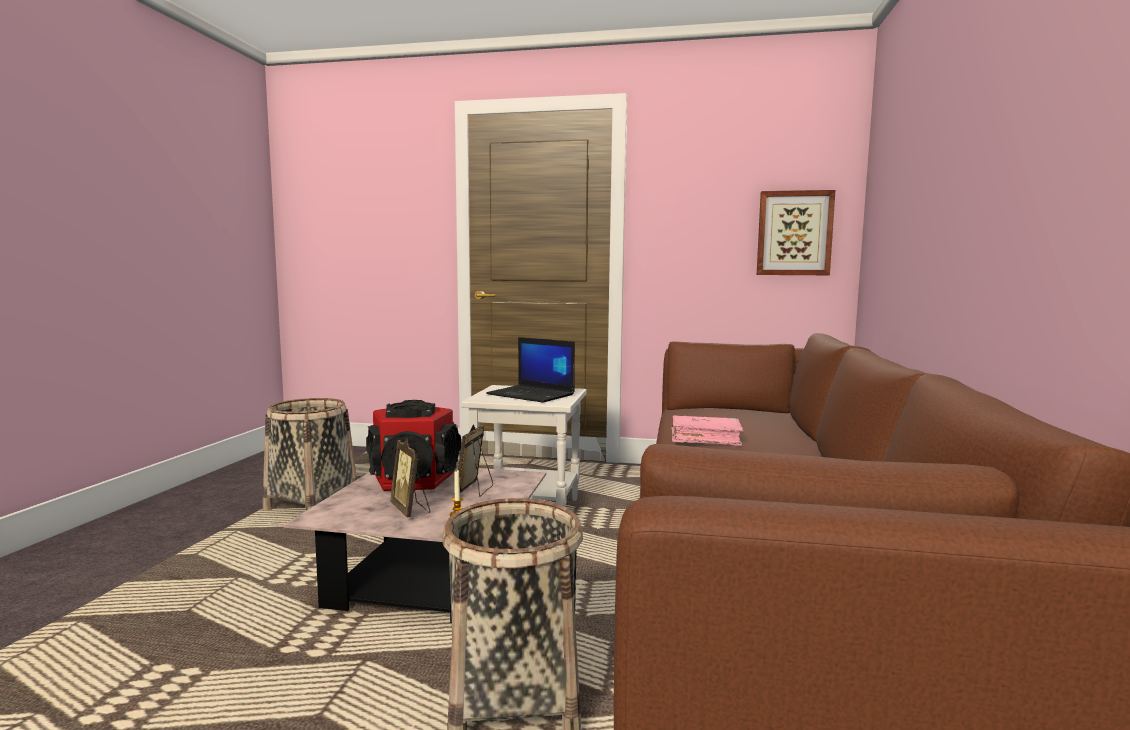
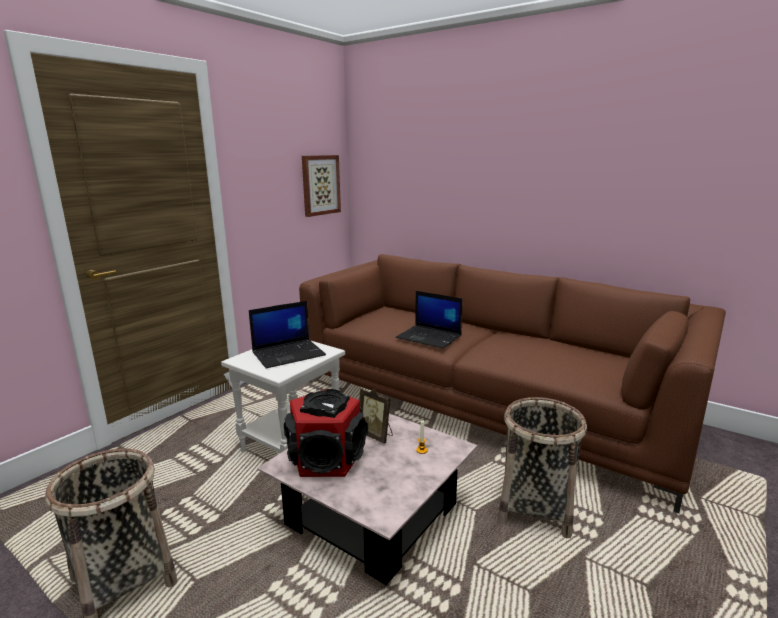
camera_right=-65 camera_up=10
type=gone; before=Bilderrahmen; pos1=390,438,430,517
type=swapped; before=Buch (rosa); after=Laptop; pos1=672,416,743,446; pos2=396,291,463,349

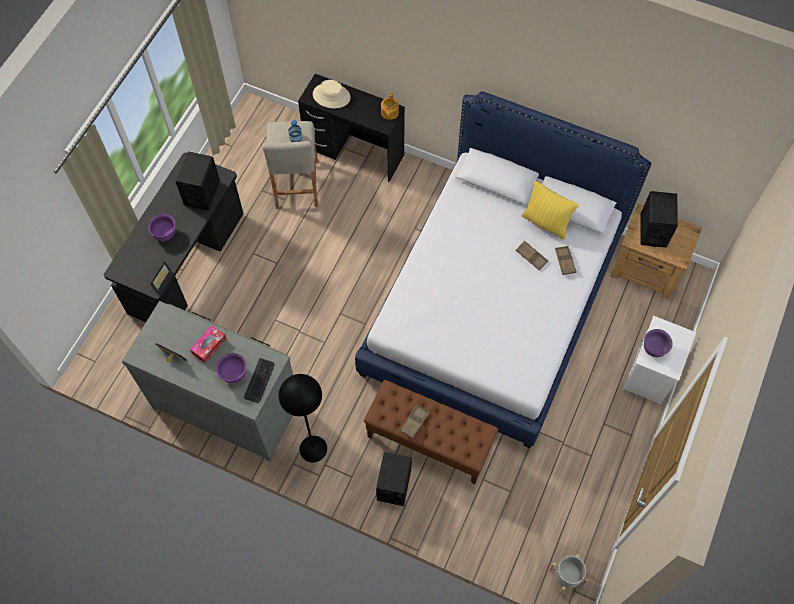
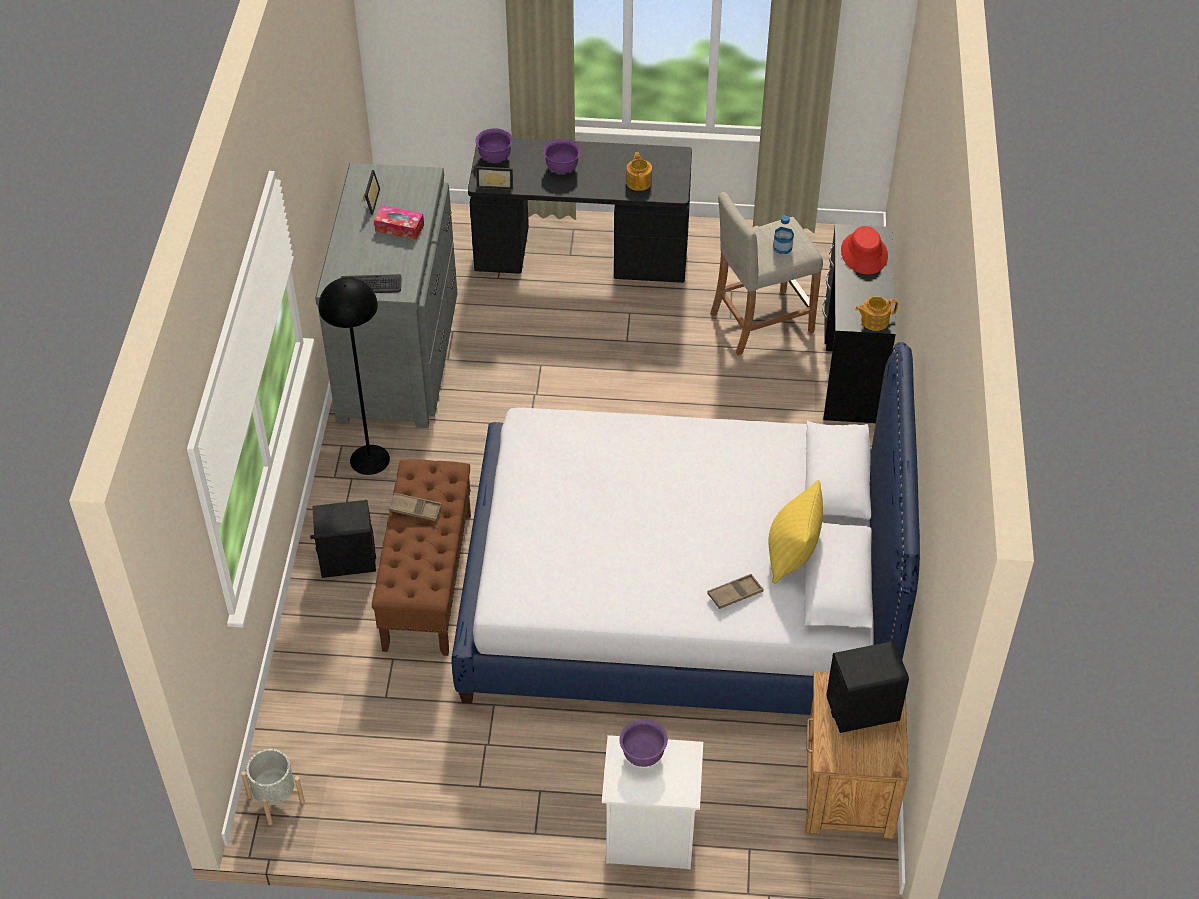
camera_right=70 camera_up=-15
type=swapped; before=Lautsprecher (schwarz); after=Teekanne; pos1=176,152,220,210; pos2=626,152,652,191
type=shifted; before=Schüssel (lila); pos1=216,353,247,383; pos2=475,128,513,163
type=repainted; before=Hut (beige); after=Hut (rot); pos1=313,80,351,109; pos2=841,226,888,274
type=gone; before=Tablett (braun); pos1=516,241,549,271

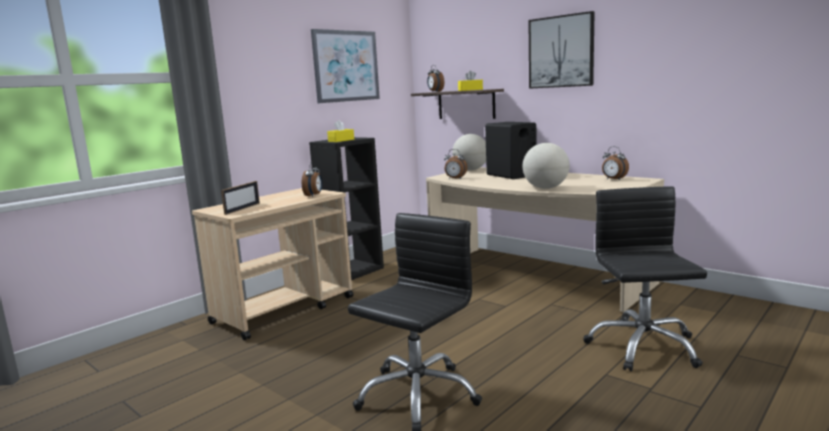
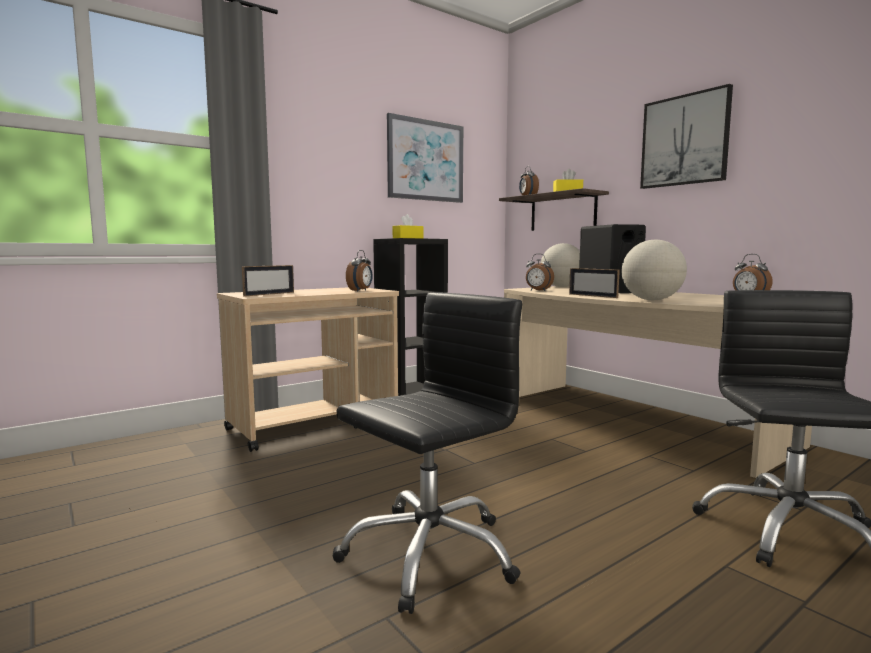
camera_right=10 camera_up=-5
type=new; after=Bilderrahmen; pos2=569,268,620,298

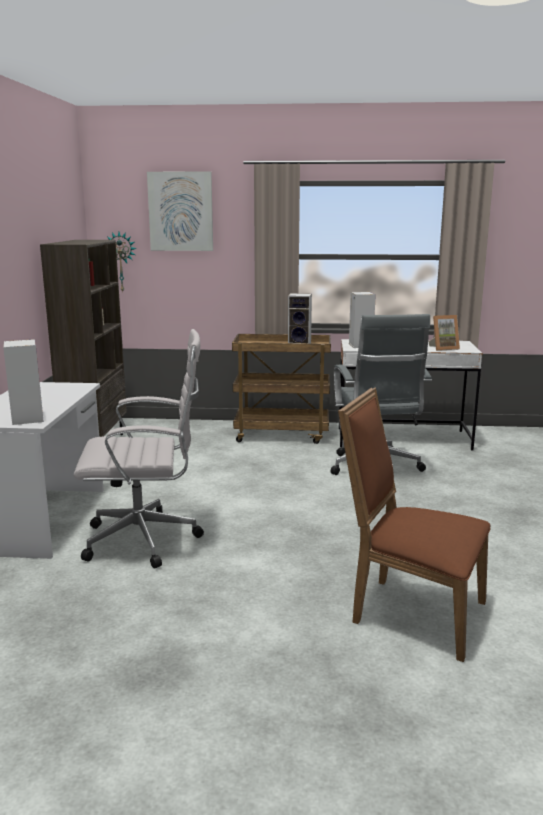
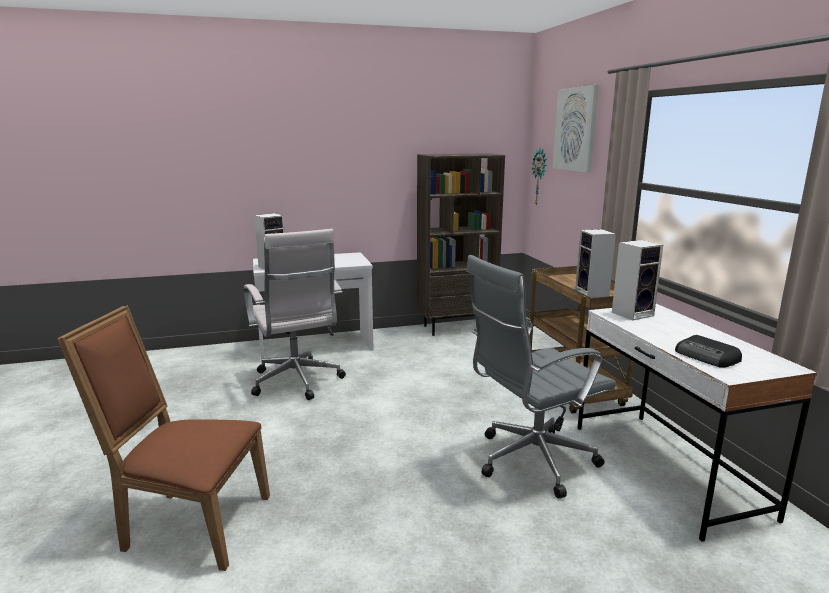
camera_right=70 camera_up=0
type=rotated; before=Stuhl (braun); pos1=338,387,490,662; pos2=57,305,270,571; turn=-90
type=swapped; before=Bilderrahmen; after=Radio; pos1=429,315,460,351; pos2=675,335,742,368

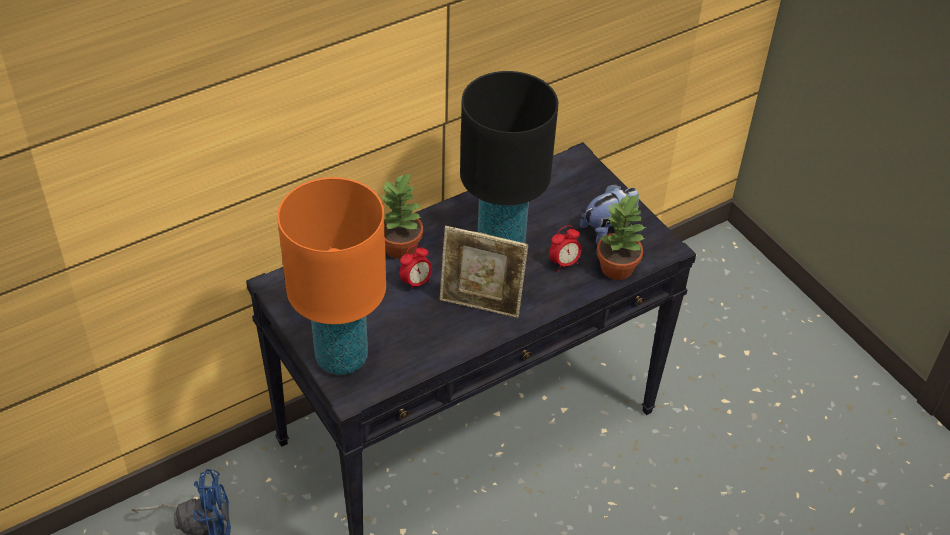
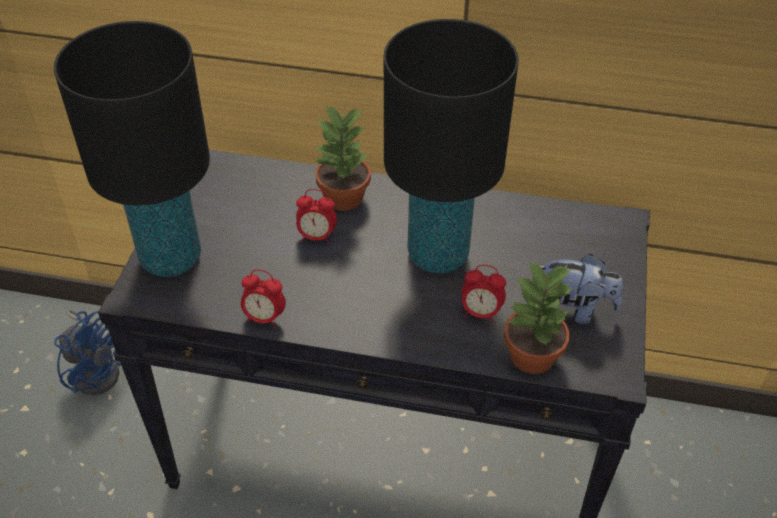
camera_right=45 camera_up=0
type=repainted; before=Tischlampe (orange); after=Tischlampe (schwarz); pos1=277,177,386,375; pos2=54,21,210,277
type=gone; before=Bilderrahmen; pos1=440,226,528,318
type=new; after=Wecker; pos2=241,269,286,329

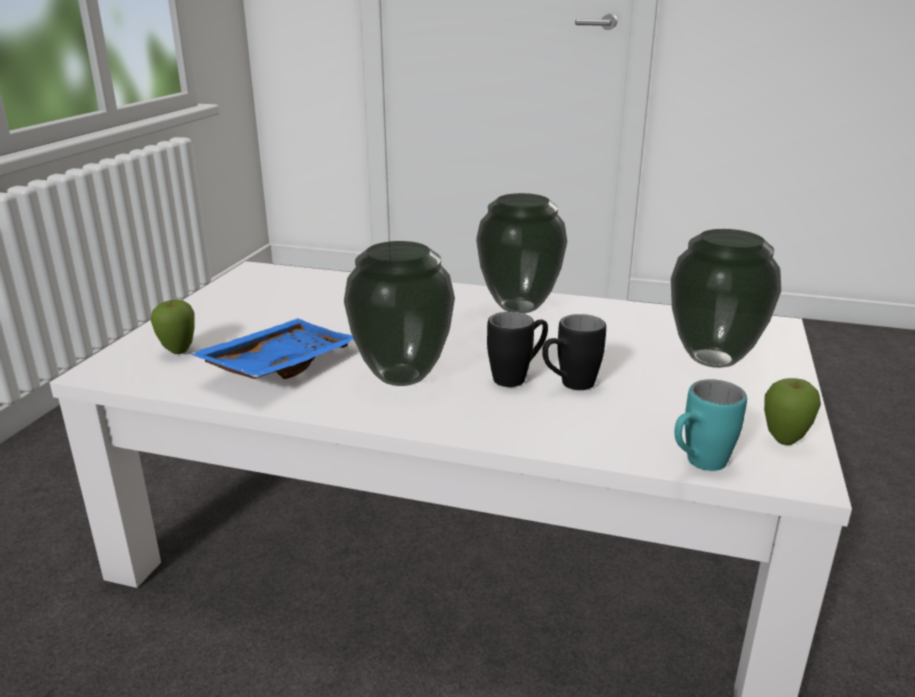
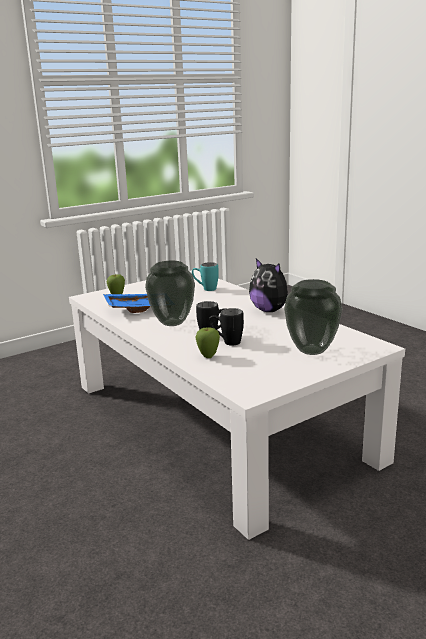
camera_right=40 camera_up=-5
type=swapped; before=Vase; after=Plüschtier; pos1=476,193,567,313; pos2=249,258,289,312
type=shifted; before=Henkelbecher (türkis); pos1=675,379,747,471; pos2=192,262,219,291
type=shifted; before=Apfel; pos1=764,378,821,445; pos2=195,327,220,358

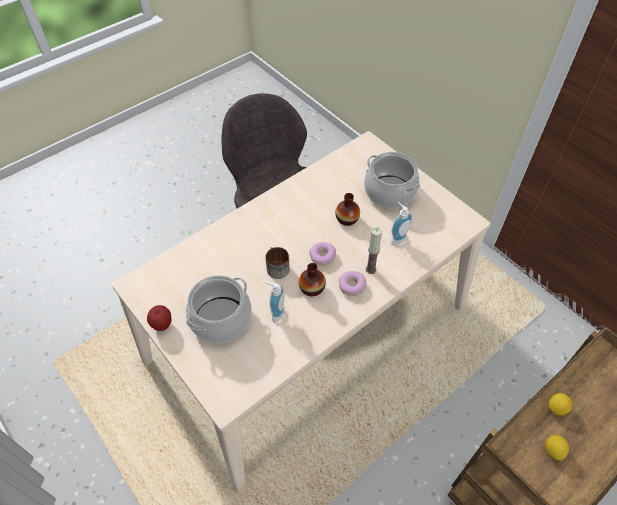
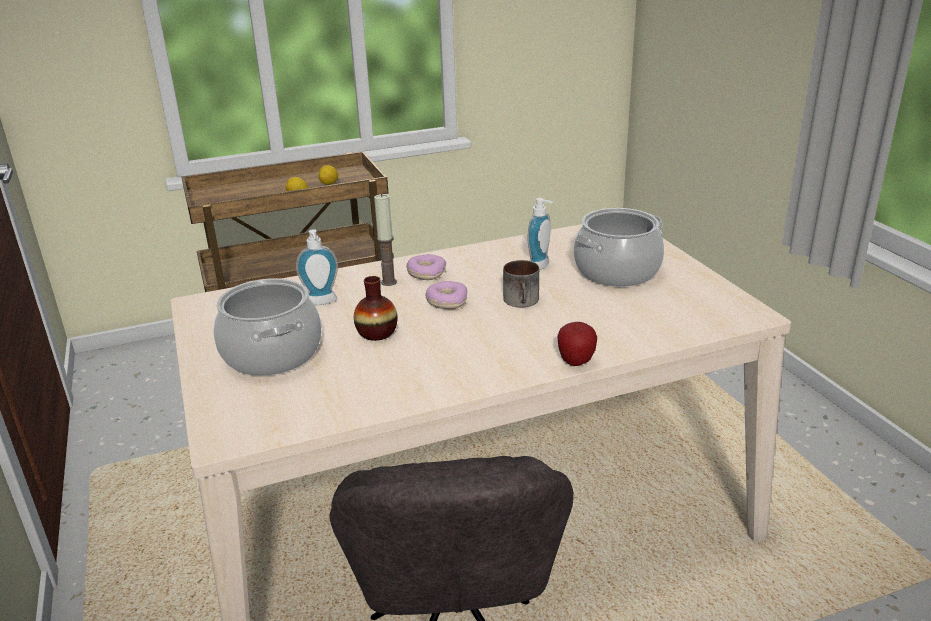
camera_right=-160 camera_up=-25
type=shifted; before=Apfel; pos1=147,305,172,331; pos2=557,322,597,366
type=gone; before=Vase; pos1=299,263,326,296

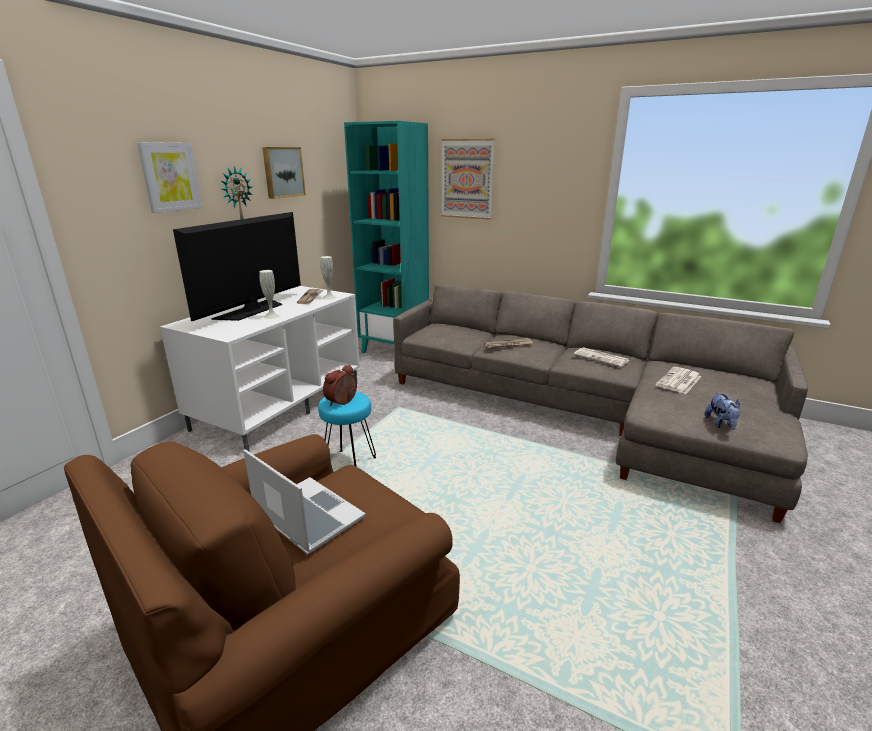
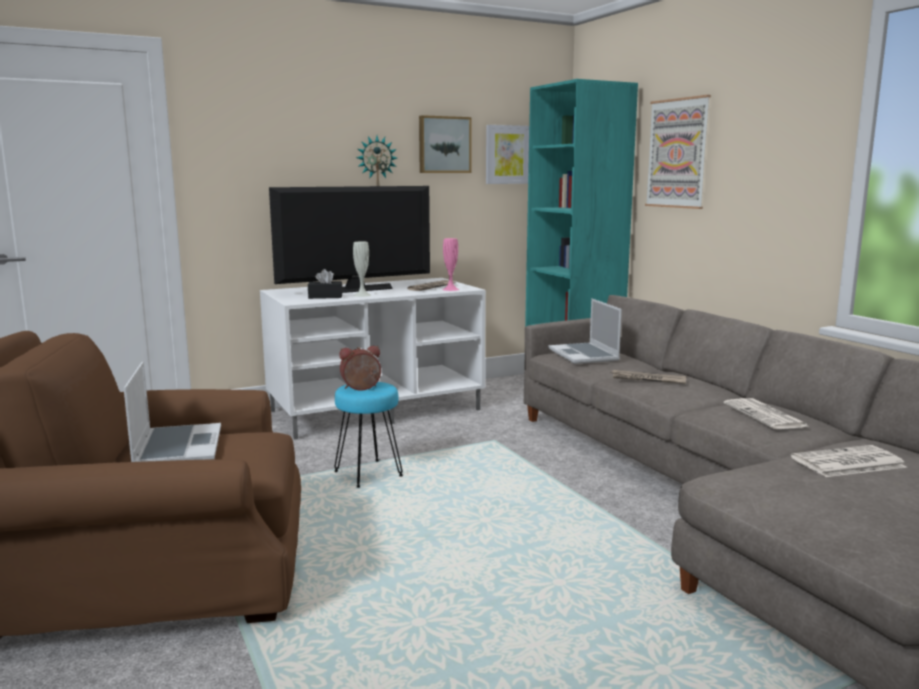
camera_right=35 camera_up=-10
type=shifted; before=Bild; pos1=137,142,202,213; pos2=486,125,529,184
type=repainted; before=Vase (weiß); after=Vase (rosa); pos1=320,256,336,300; pos2=442,238,459,291
type=gone; before=Plüschtier; pos1=705,392,740,430
type=new; after=Taschentuchbox (schwarz); pos2=308,269,343,299
type=new; after=Laptop; pos2=549,298,622,364

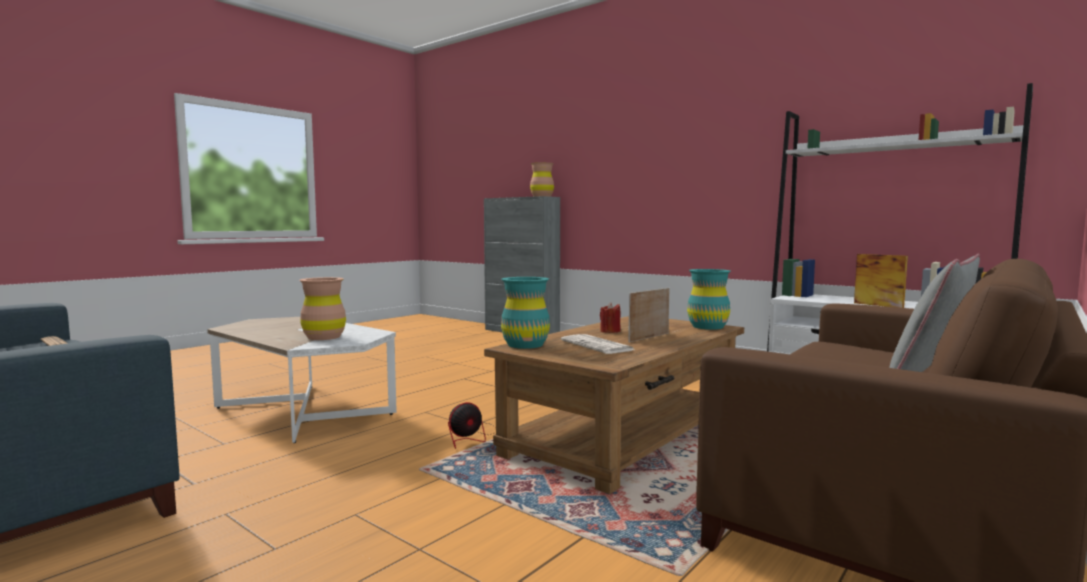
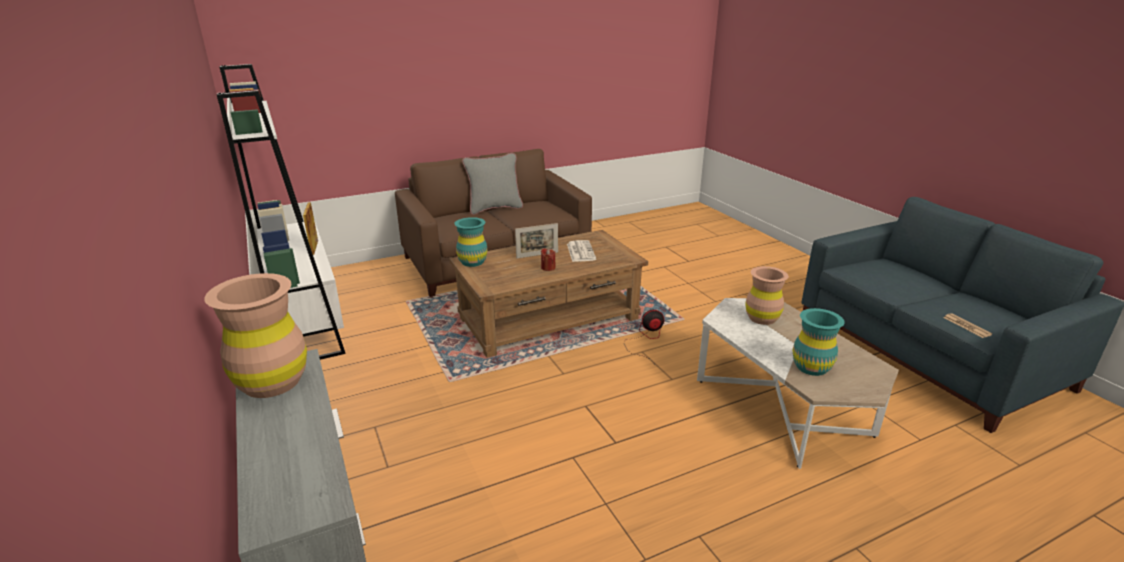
camera_right=-155 camera_up=20
type=shifted; before=Vase (türkis); pos1=501,277,550,349; pos2=793,308,845,376

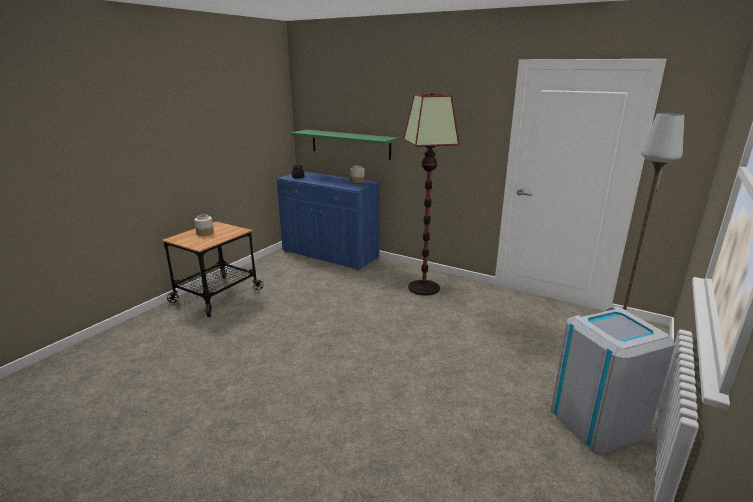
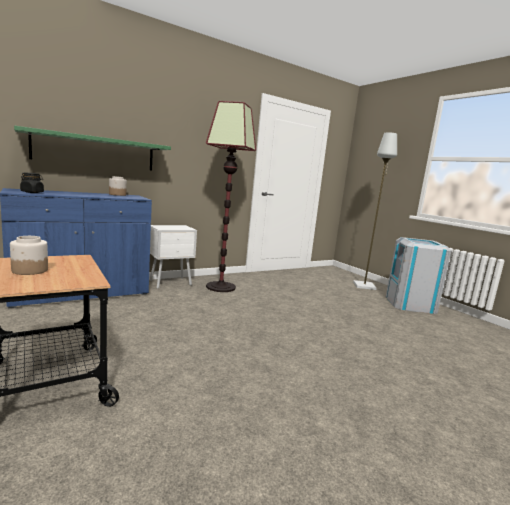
camera_right=-65 camera_up=-10
type=new; after=Nachttisch (weiß); pos2=150,225,197,288

